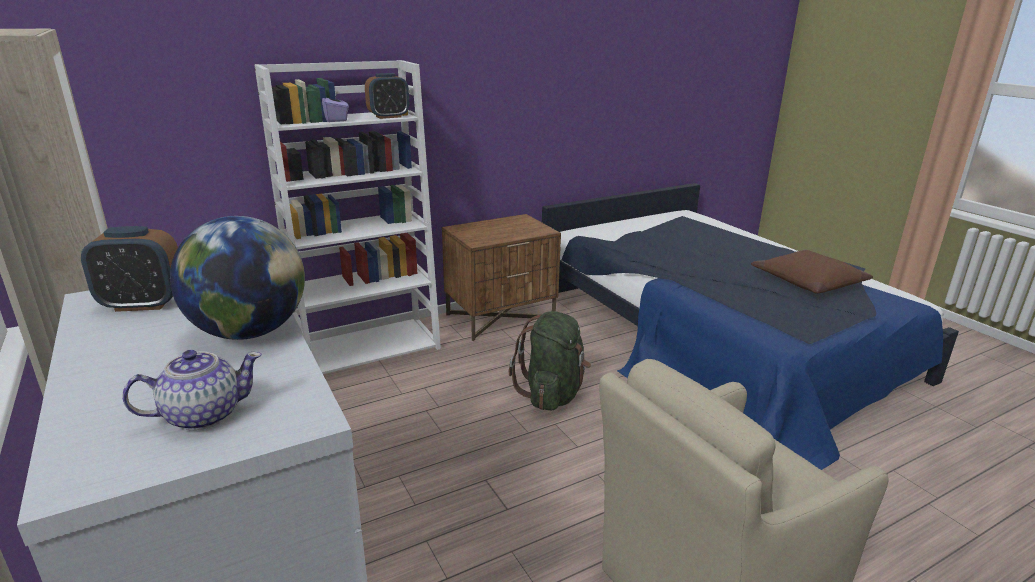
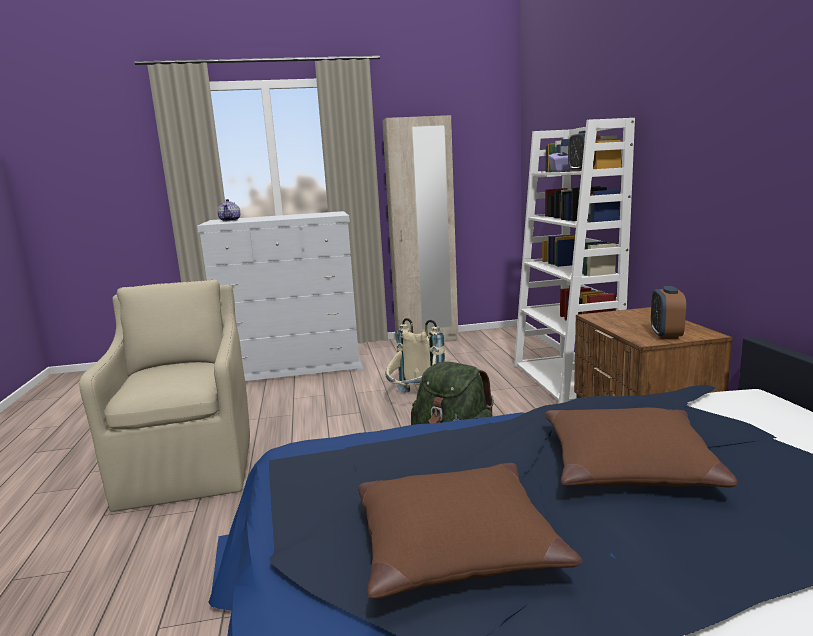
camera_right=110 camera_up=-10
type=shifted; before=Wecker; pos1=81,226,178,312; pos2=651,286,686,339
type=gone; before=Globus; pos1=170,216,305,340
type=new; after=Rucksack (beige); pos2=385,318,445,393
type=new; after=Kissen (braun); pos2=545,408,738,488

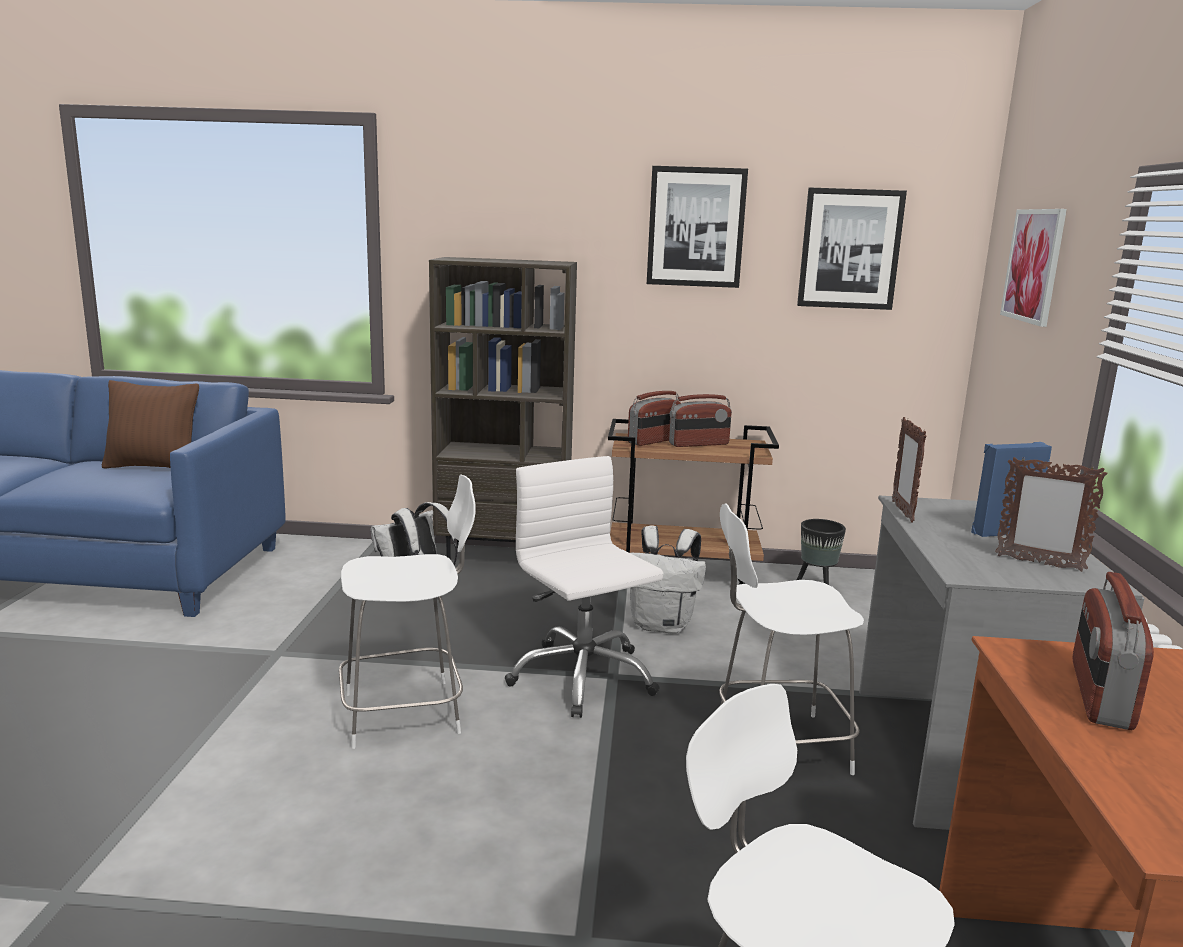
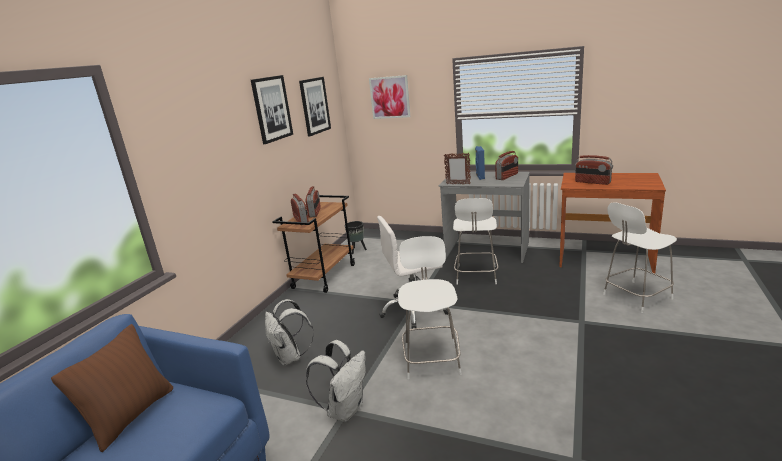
camera_right=-70 camera_up=5
type=gone; before=Bücherregal (braun); pos1=429,257,577,560
type=shifted; before=Rucksack (weiß); pos1=630,526,706,634; pos2=306,340,366,422
type=swapped; before=Bilderrahmen; after=Radio; pos1=995,457,1107,572; pos2=495,151,518,180

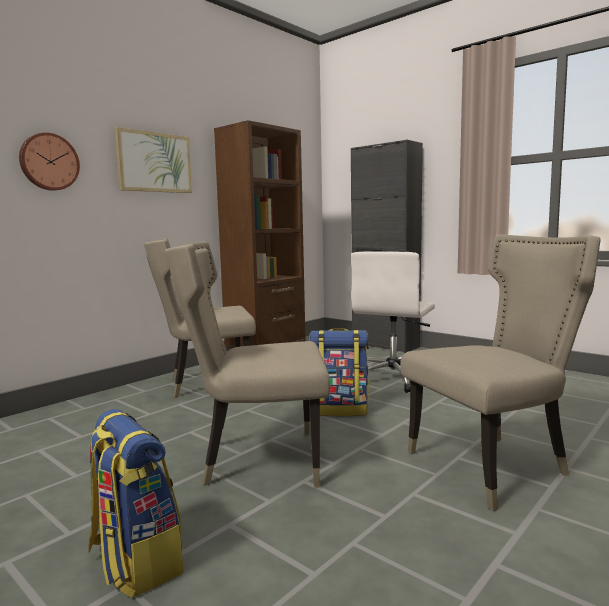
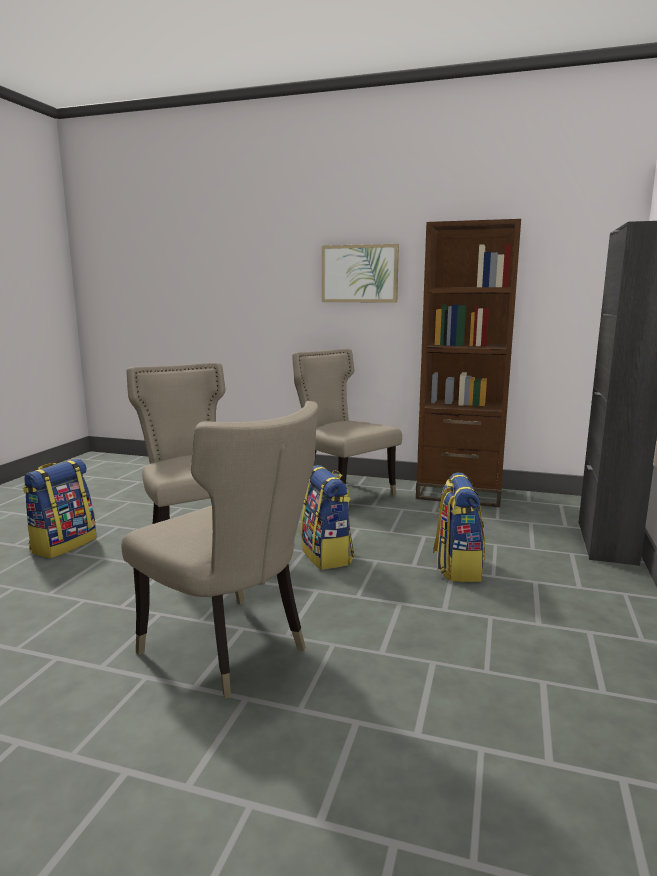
camera_right=65 camera_up=5
type=gone; before=Wanduhr; pos1=19,133,80,191
type=swapped; before=Bürostuhl (weiß); after=Rucksack; pos1=351,251,435,393; pos2=433,473,486,582

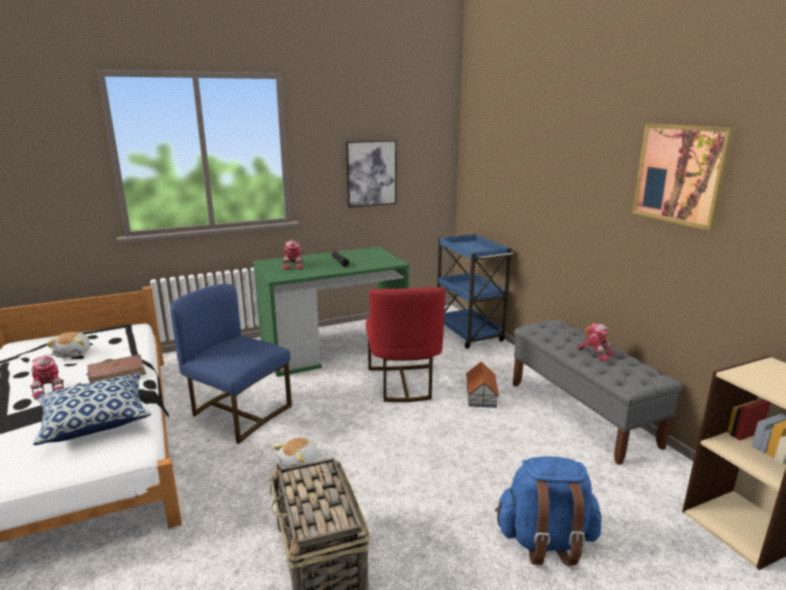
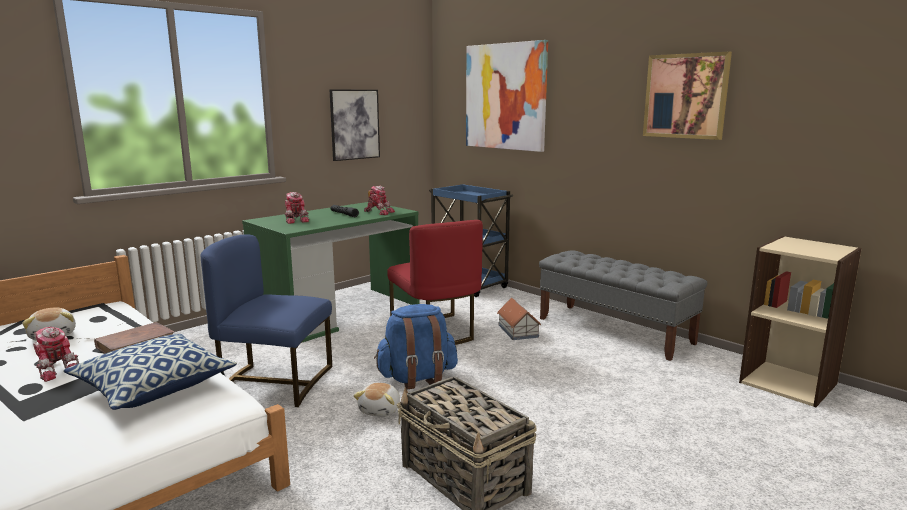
camera_right=-20 camera_up=-5
type=shifted; before=Rucksack (blau); pos1=495,456,602,566; pos2=374,304,458,389
type=shifted; before=Spielzeugroboter; pos1=577,323,615,362; pos2=364,186,395,215
type=new; after=Bild; pos2=466,40,548,152

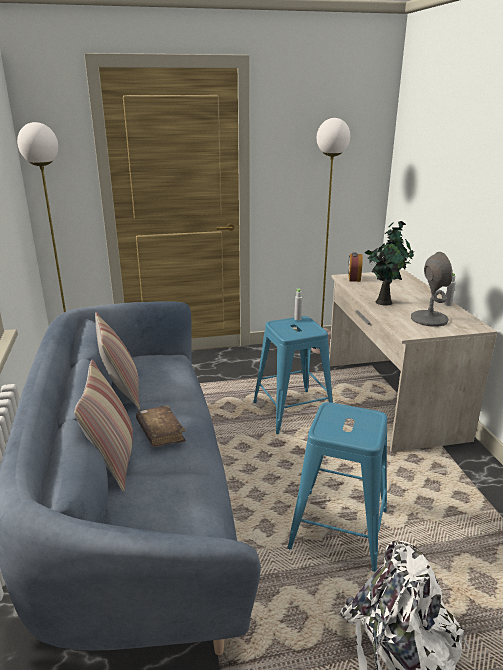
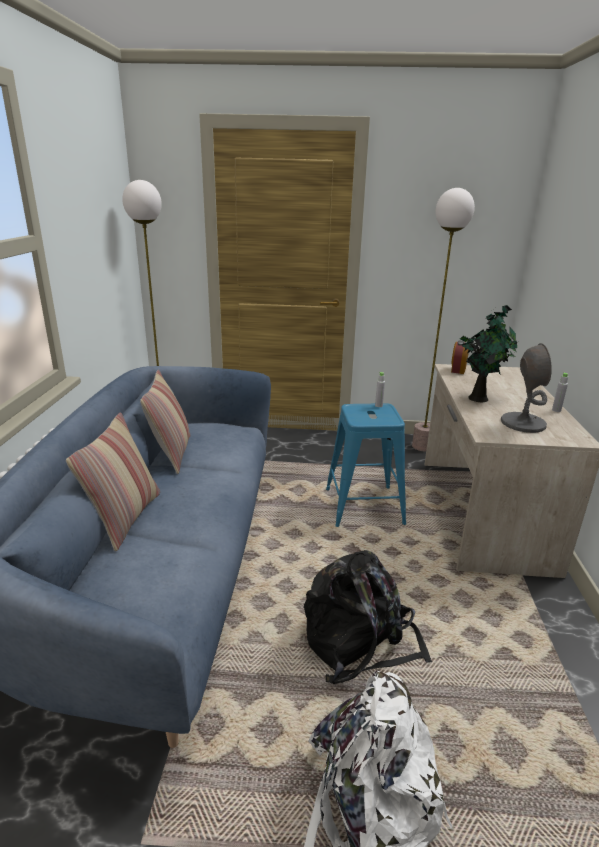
camera_right=15 camera_up=0
type=gone; before=Buch (braun); pos1=136,405,186,447
type=swapped; before=Hocker (blau); after=Rucksack (schwarz); pos1=287,402,387,572; pos2=304,550,432,684

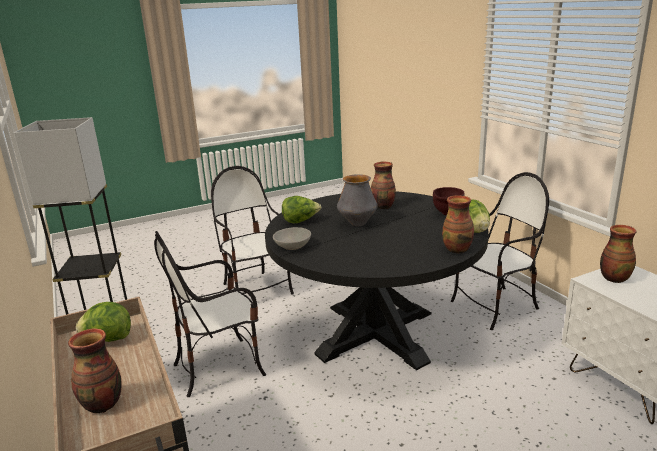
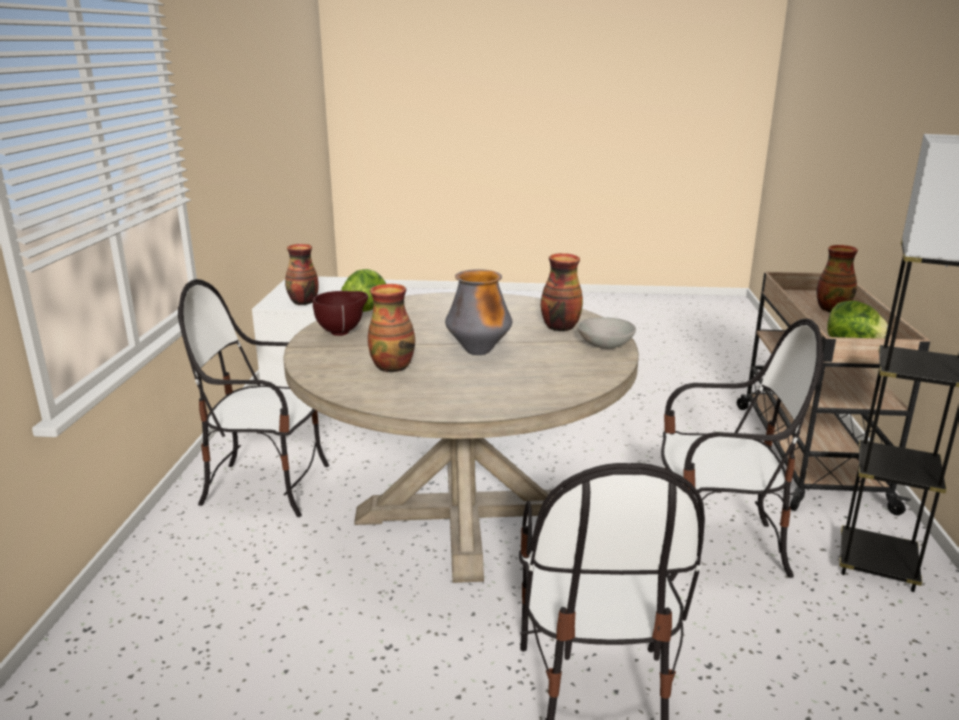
camera_right=-150 camera_up=0
type=repainted; before=Esstisch (schwarz); after=Esstisch (beige); pos1=265,192,489,370; pos2=284,292,639,583
type=gone; before=Salatkopf; pos1=282,196,321,223
type=shifted; before=Vase; pos1=442,195,474,254; pos2=541,253,583,331

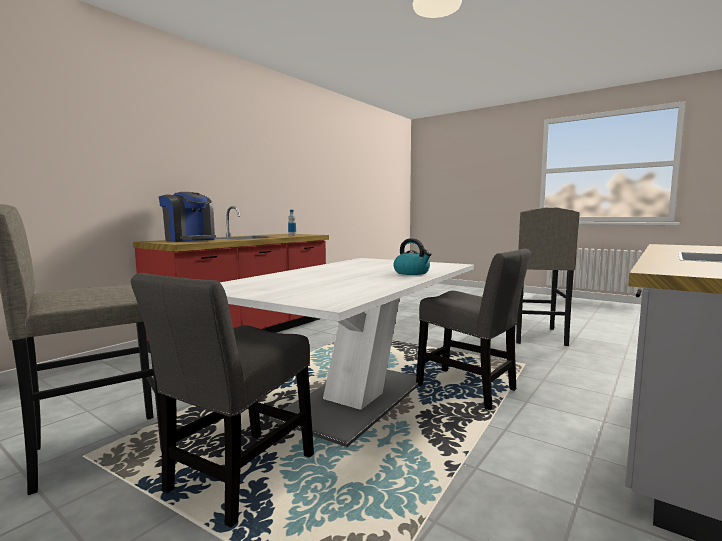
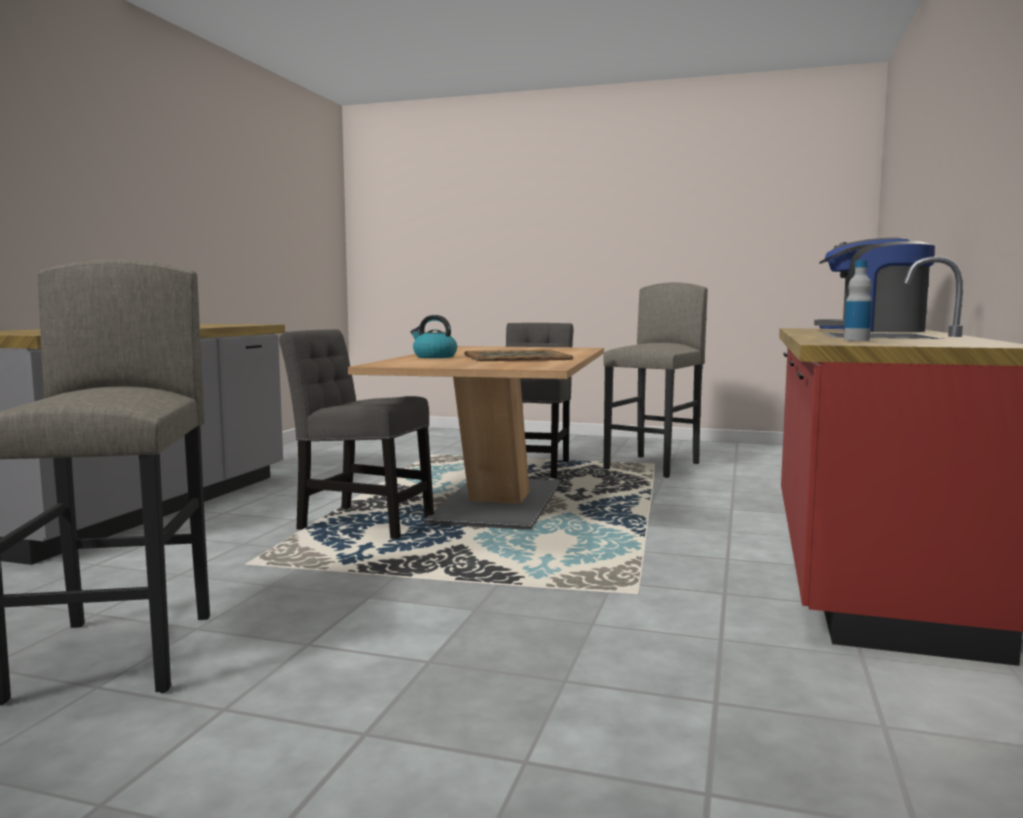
camera_right=160 camera_up=0
type=repainted; before=Esstisch (weiß); after=Esstisch (braun); pos1=220,258,474,447; pos2=348,346,604,530
type=new; after=Tablett; pos2=464,350,573,361

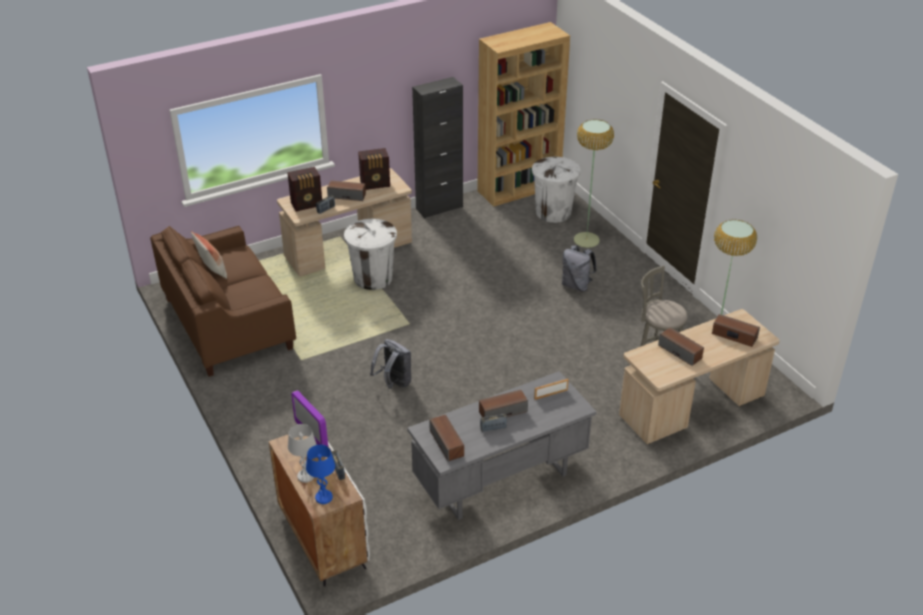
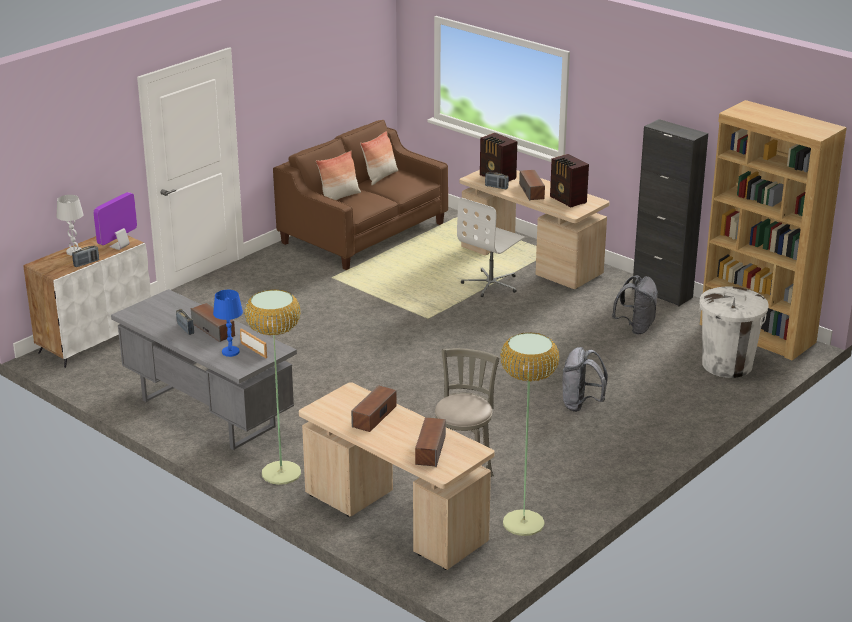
camera_right=70 camera_up=-10
type=shifted; before=Tischlampe (blau); pos1=306,445,335,504; pos2=213,290,243,357
type=swapped; before=Mülleimer (weiß); after=Bürostuhl (weiß); pos1=344,219,397,290; pos2=457,198,525,297
type=shifted; before=Rucksack (grau); pos1=370,339,411,389; pos2=612,275,658,335
type=gone; before=Lautsprecher; pos1=429,414,464,462
type=shifted; before=Stehlampe; pos1=574,119,614,248; pos2=245,290,301,485
type=new; after=Kissen; pos2=316,151,361,200

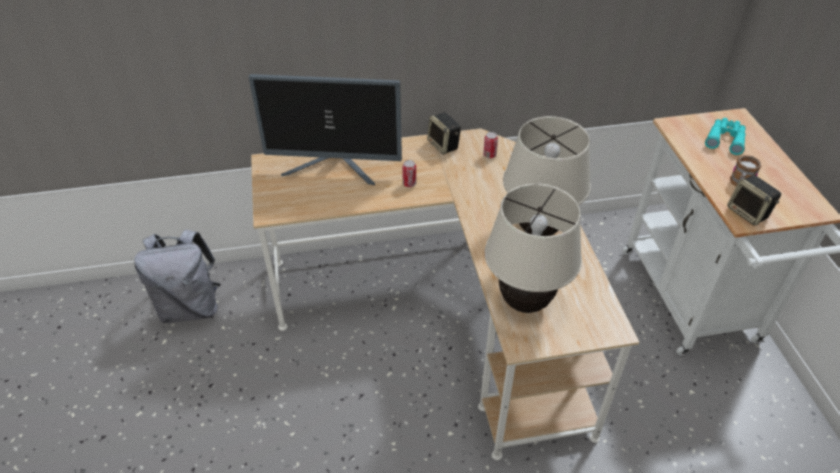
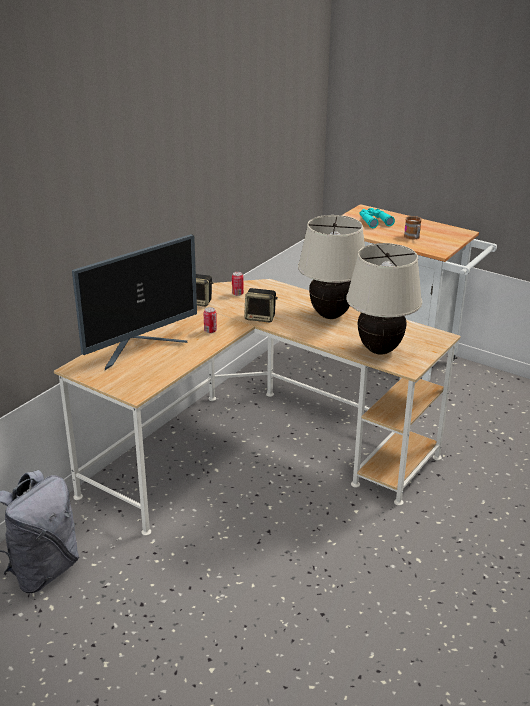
camera_right=-45 camera_up=-15
type=shifted; before=Lautsprecher; pos1=727,175,781,226; pos2=244,288,278,323

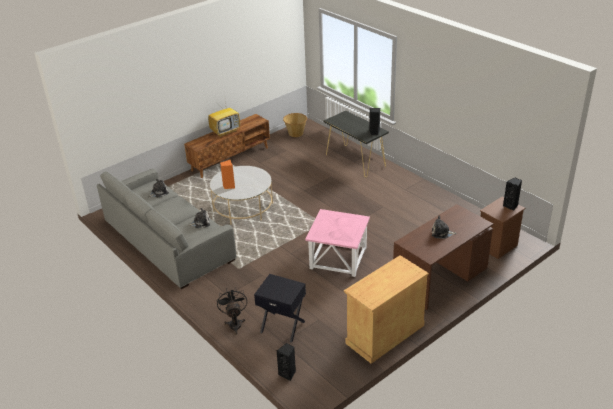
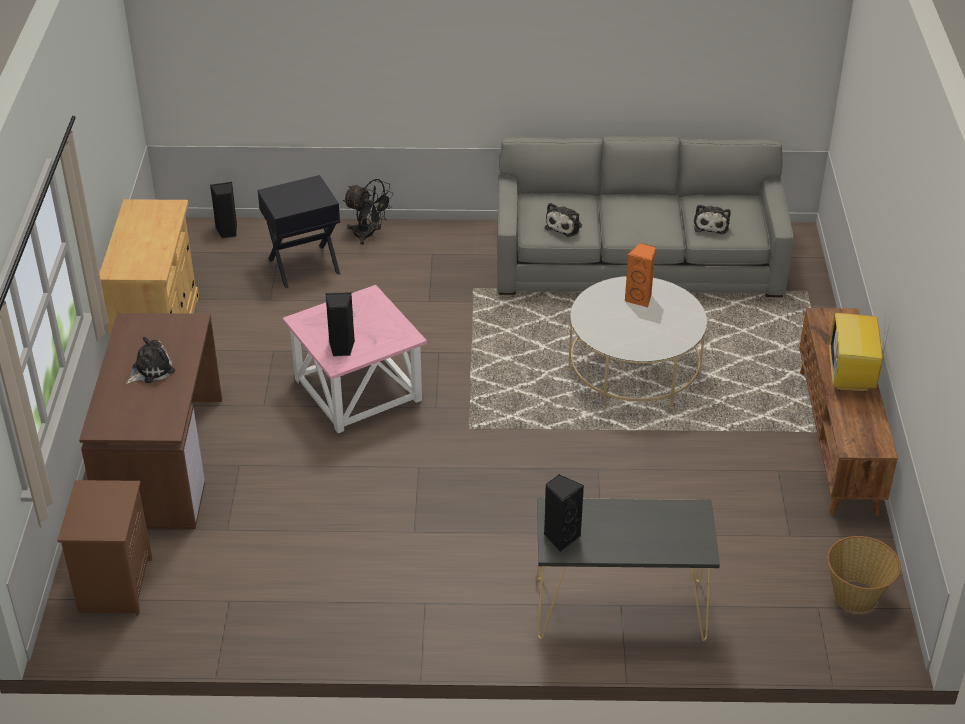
camera_right=130 camera_up=5
type=shifted; before=Lautsprecher (schwarz); pos1=503,178,522,211; pos2=325,292,355,356

